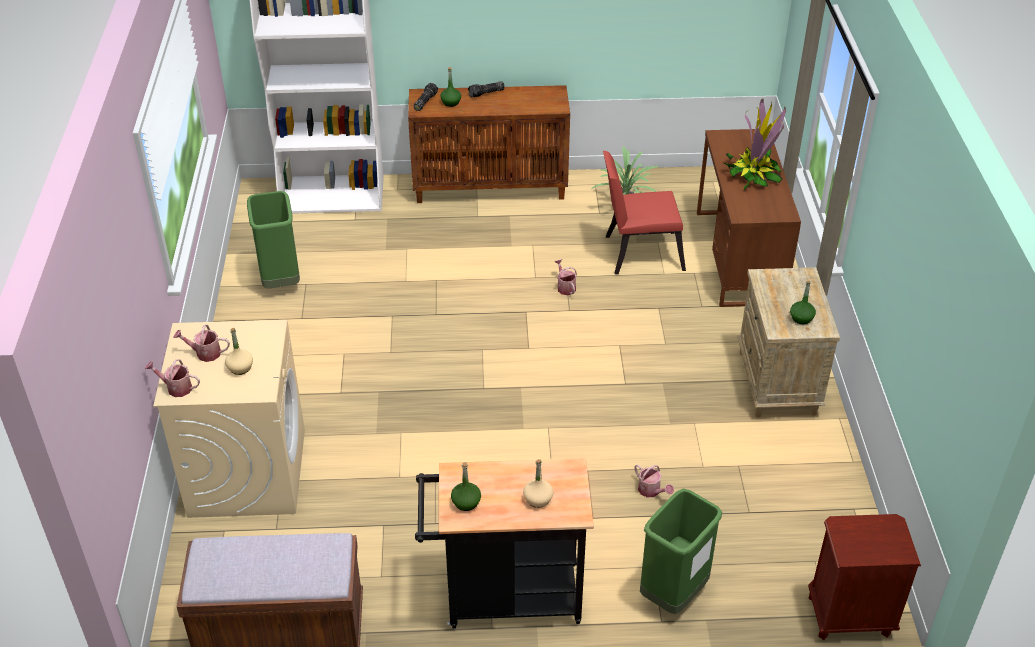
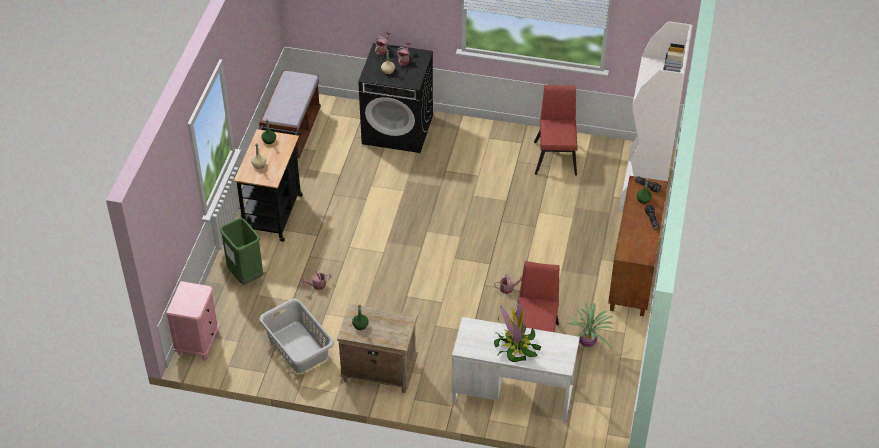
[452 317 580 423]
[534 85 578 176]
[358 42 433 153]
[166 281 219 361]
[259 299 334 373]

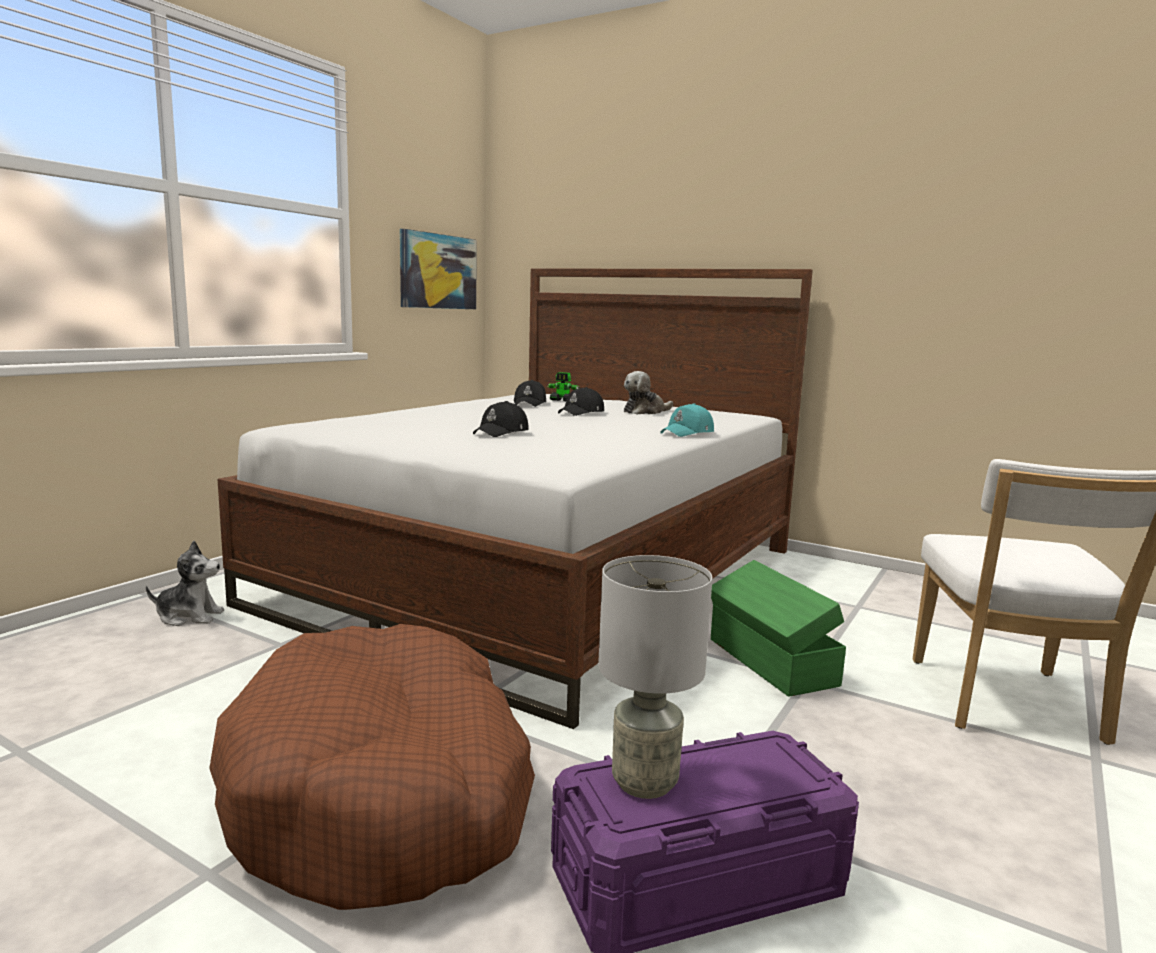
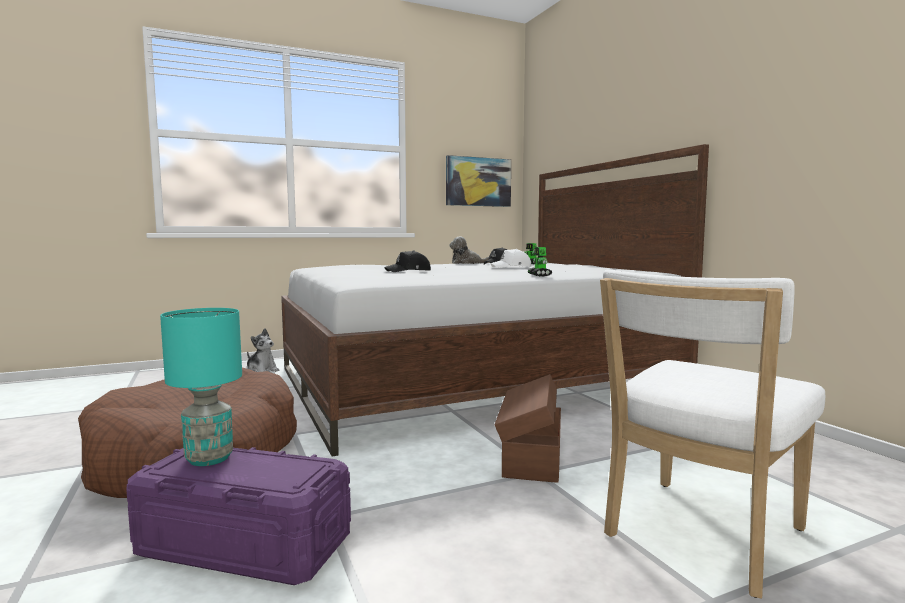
[449 236 489 264]
[491 249 531 268]
[528 247 552 277]
[160 308 242 466]
[495 374 561 483]

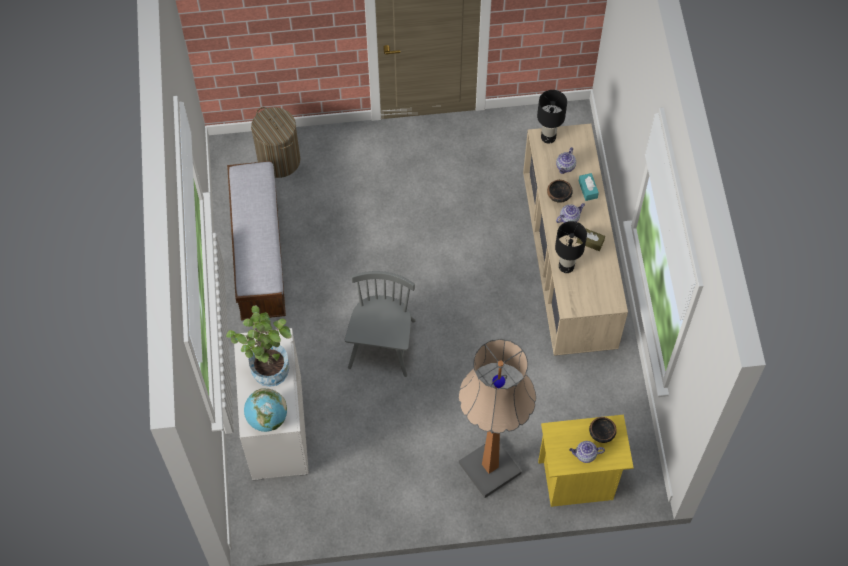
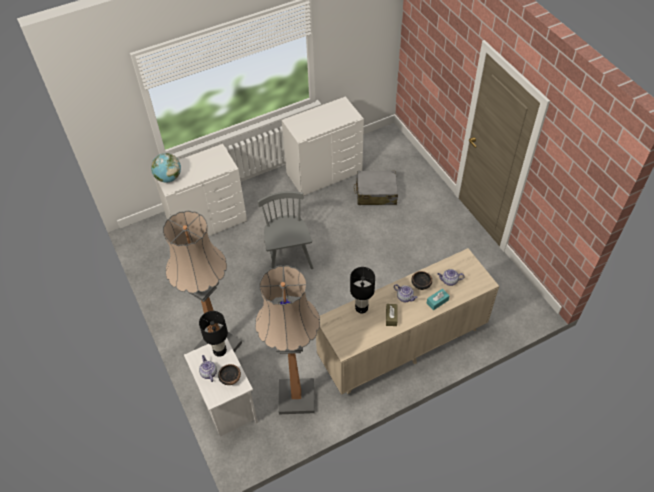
[199 311 228 357]
[251 107 300 178] (first image)
[282 96 364 196]
[258 191 313 269]
[226 306 291 387] (first image)
[184 338 258 436]
[354 171 398 205]
[255 265 320 414]

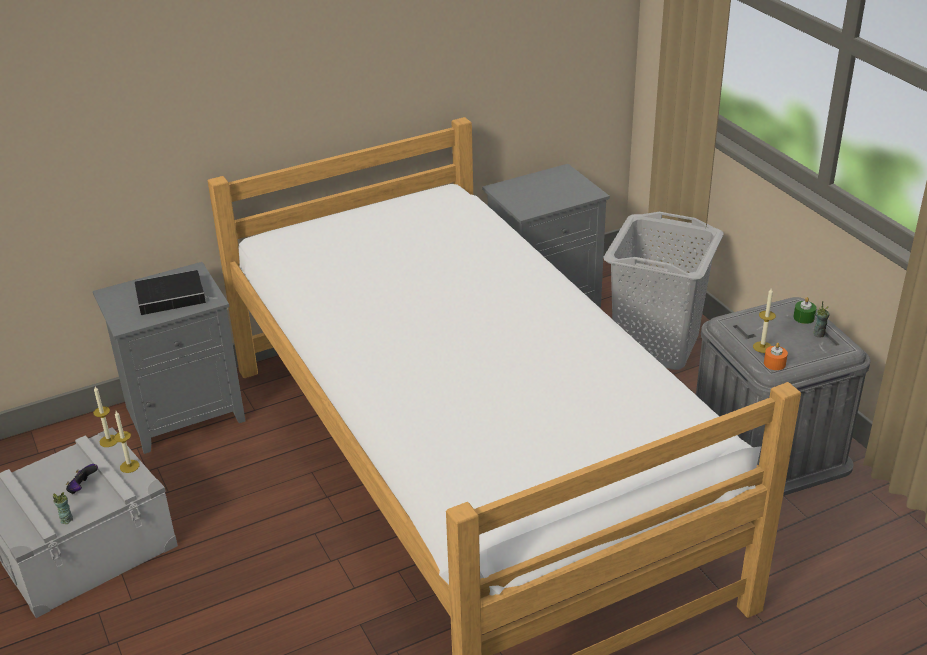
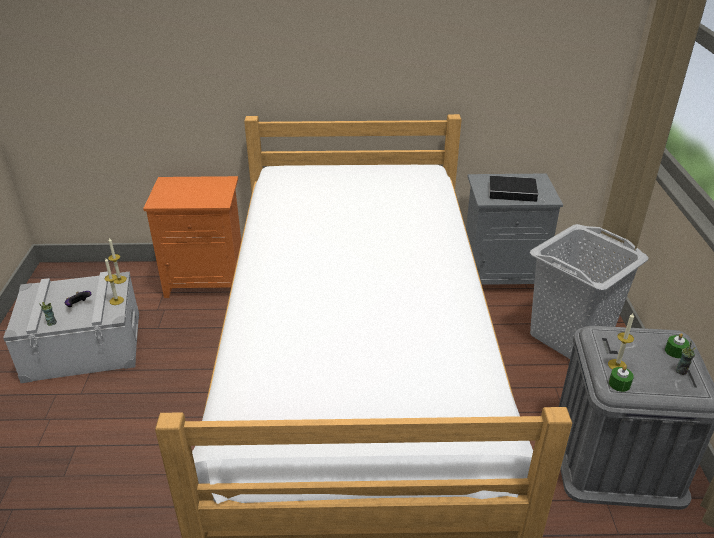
[143 176 241 298]
[489 176 544 202]
[609 366 634 392]

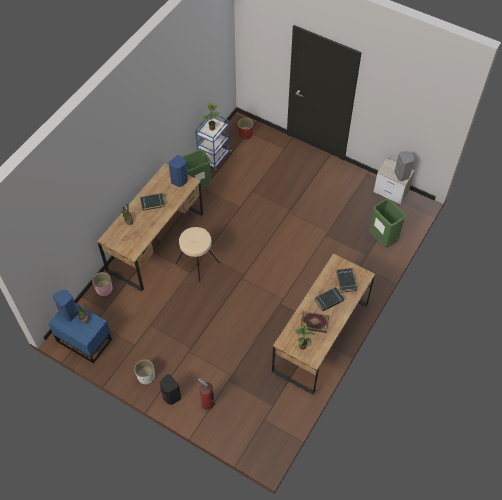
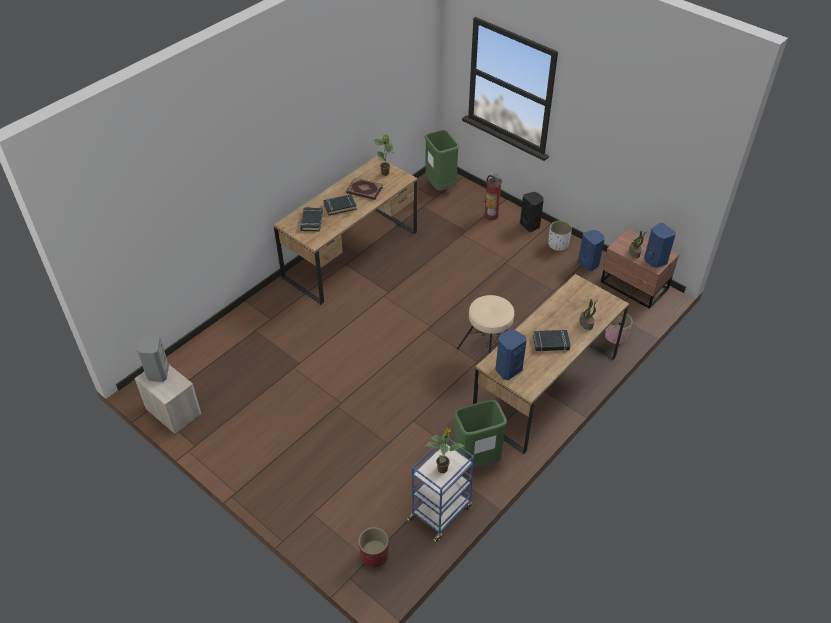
[425 130 459 191]
[601 229 679 309]
[578 230 604 271]

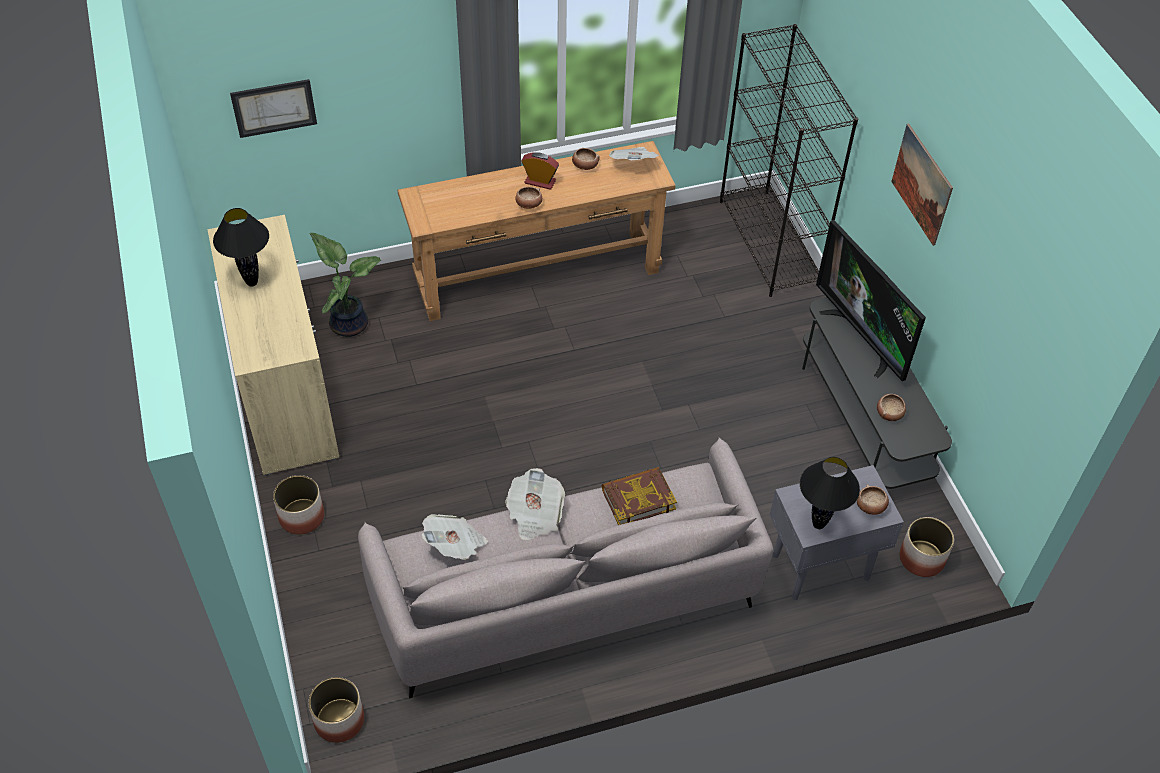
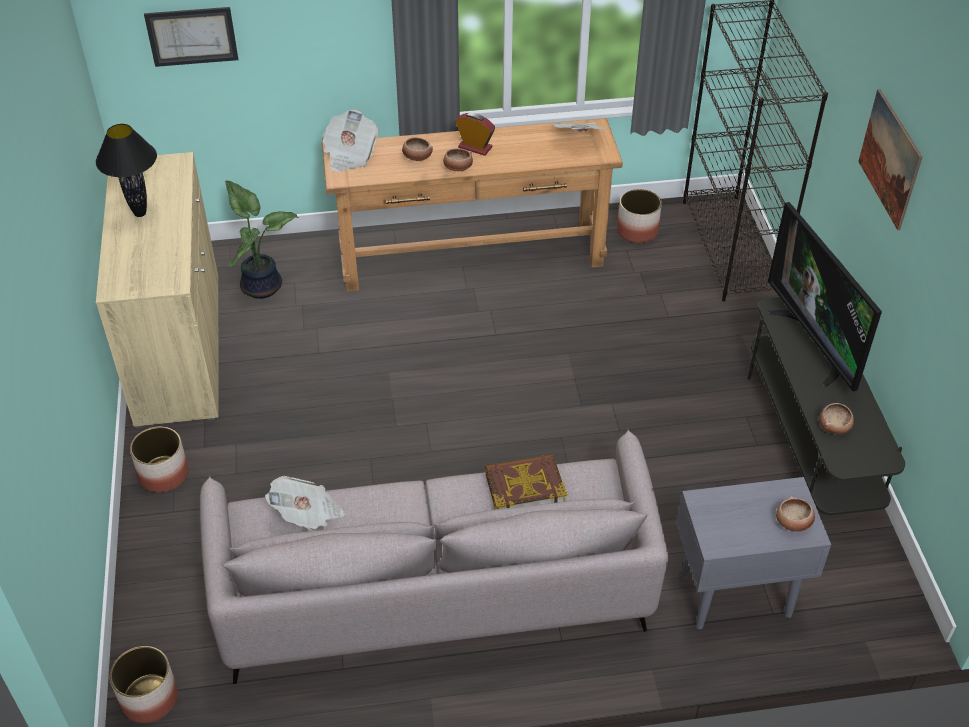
[402 137 433 161]
[800 457 860 529] (first image)
[322 110 379 172]
[617 189 662 243]

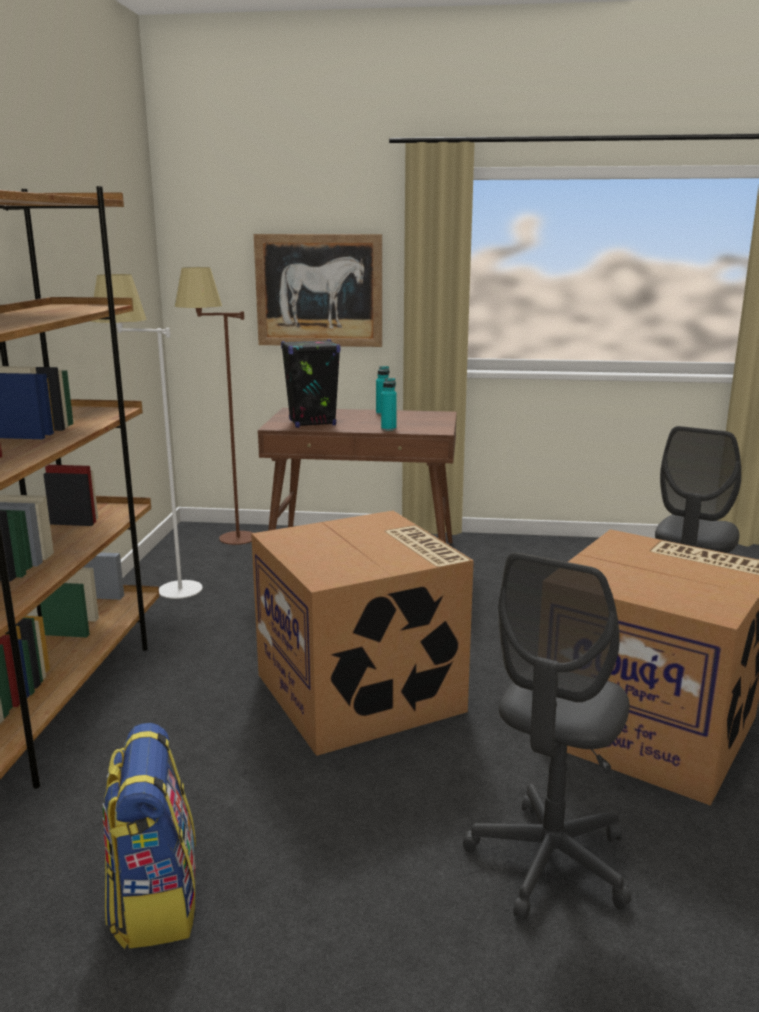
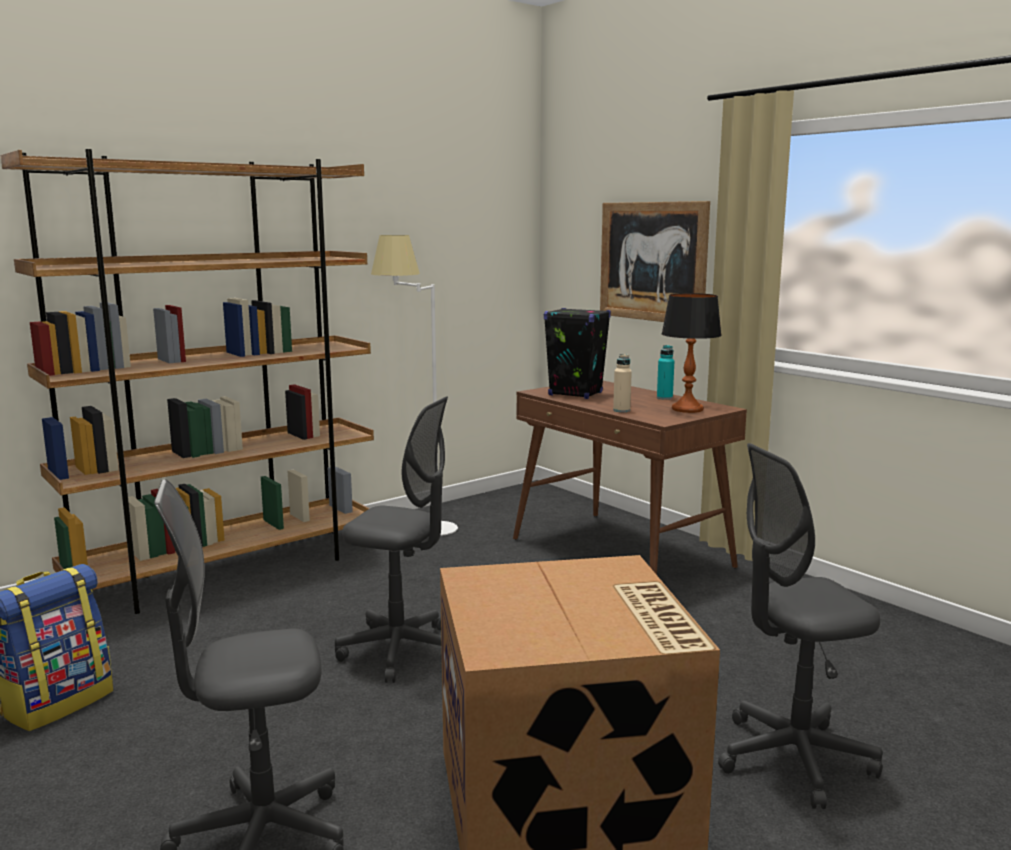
[175 267 253 545] (first image)
[613 354 632 412]
[335 396 448 683]
[661 293 722 413]

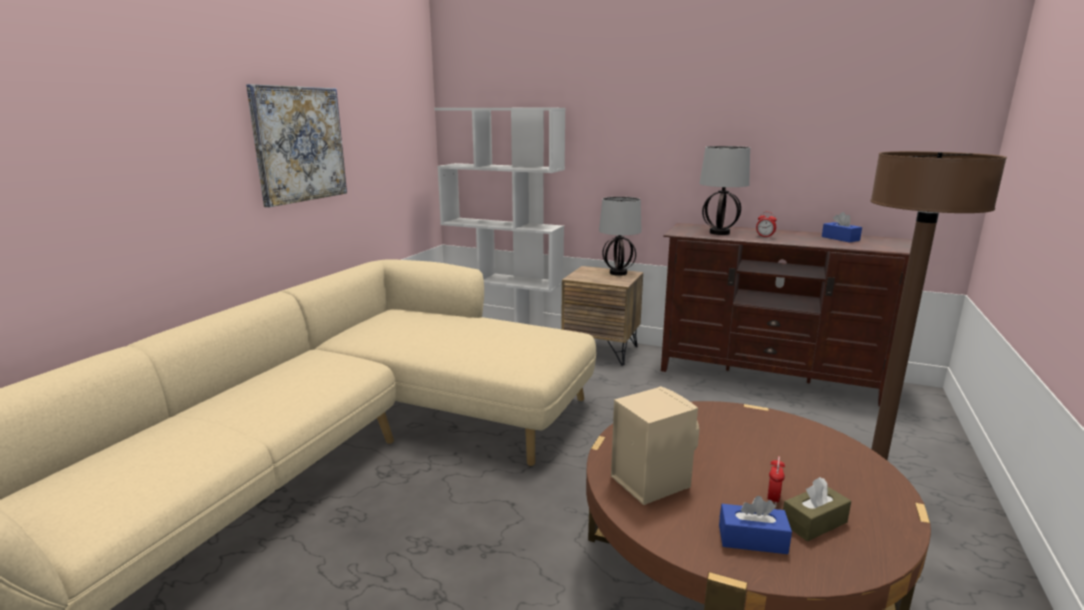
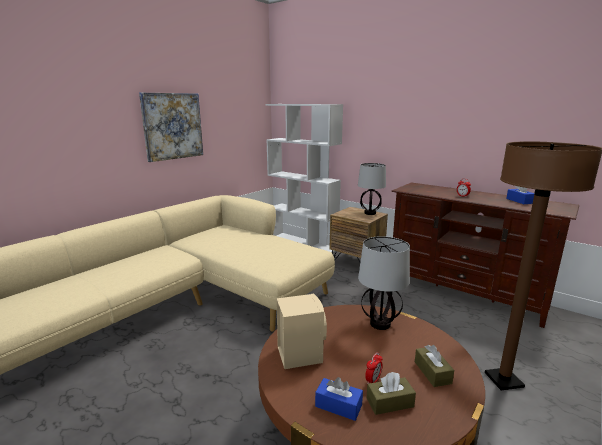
[358 236 410 330]
[415 345 454 387]

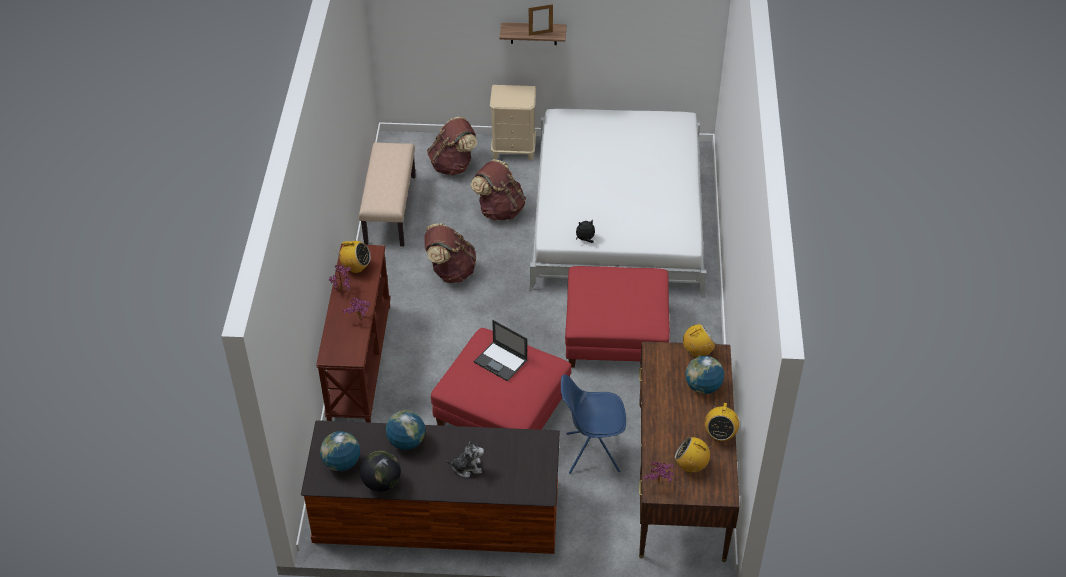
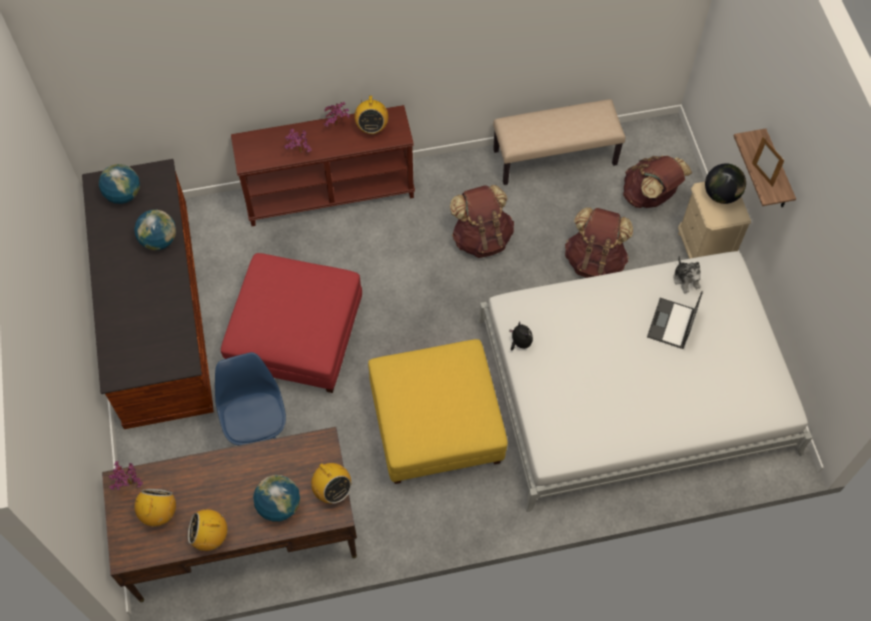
[368 339 508 484]
[647 291 703 349]
[673 255 701 294]
[705 163 746 204]

